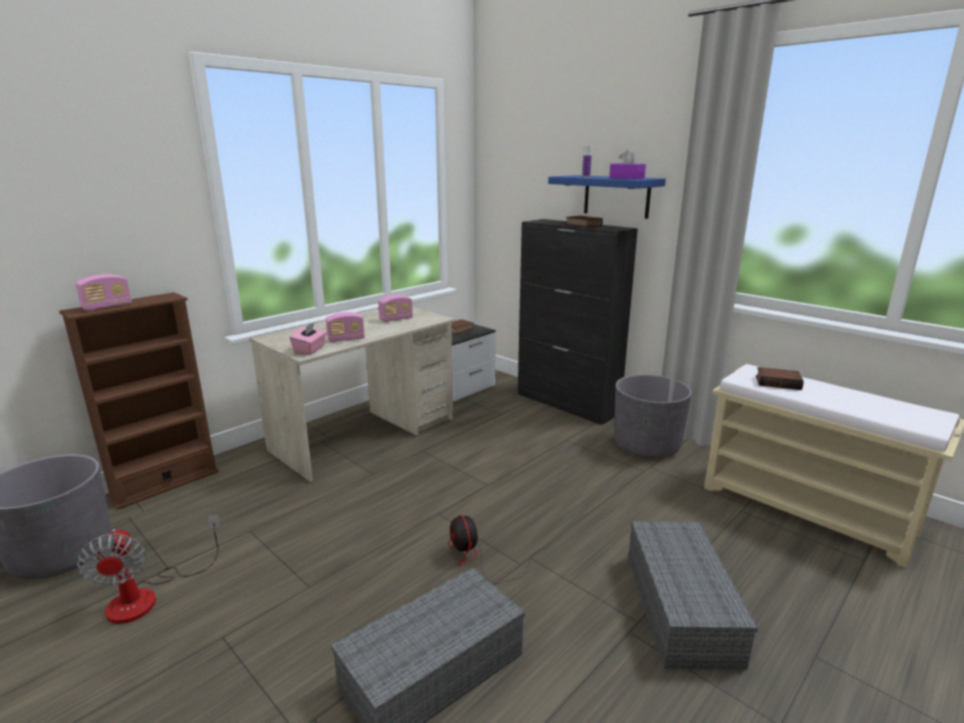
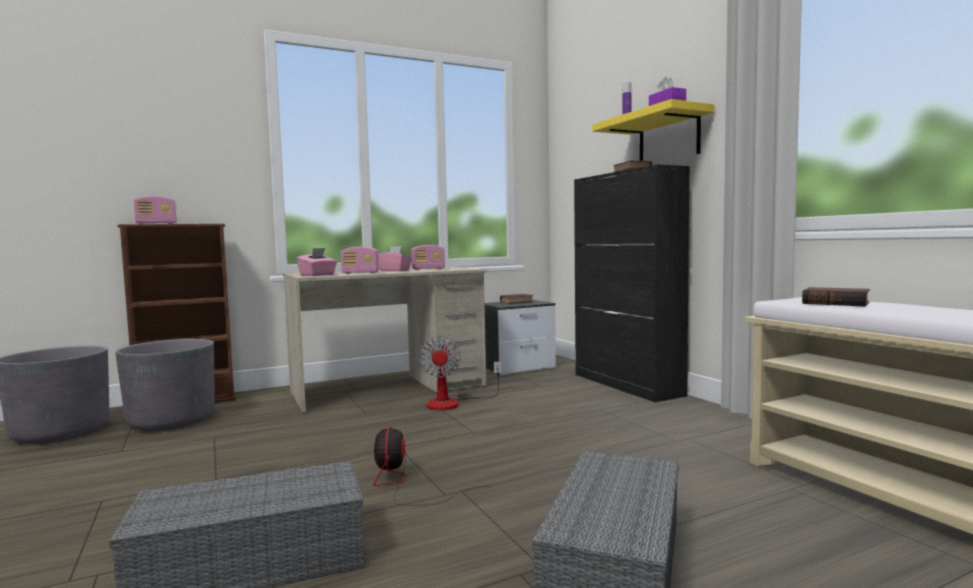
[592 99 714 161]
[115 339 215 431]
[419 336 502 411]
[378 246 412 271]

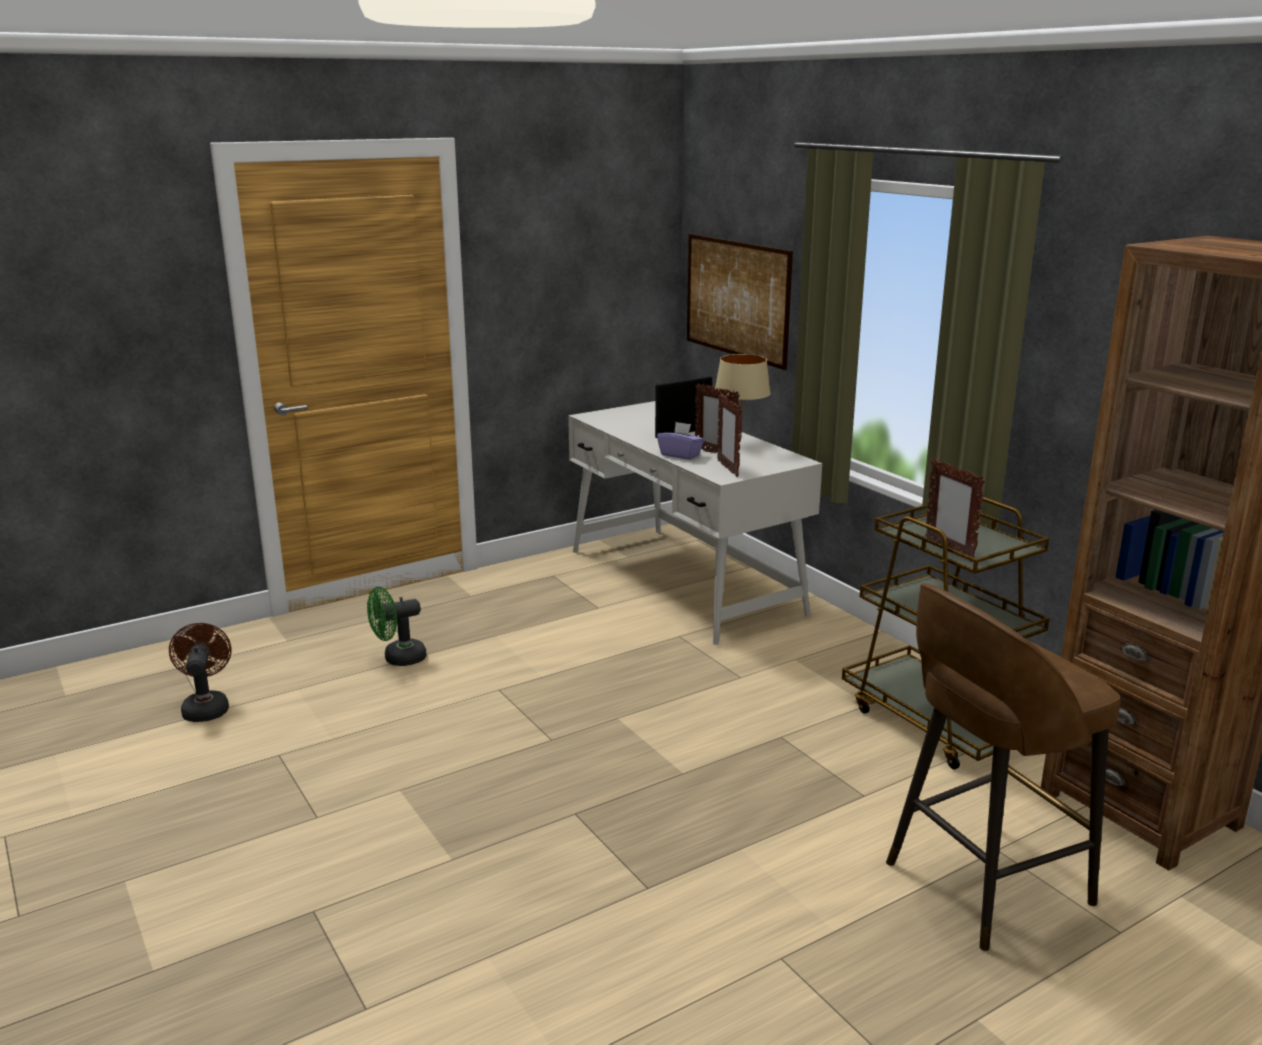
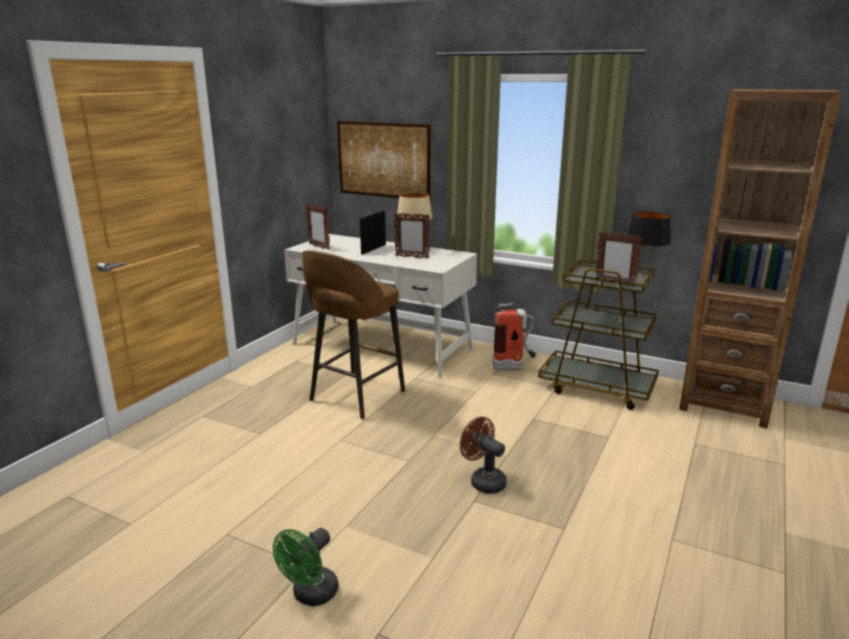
[306 204 330 250]
[657 422 704 460] (first image)
[302 250 405 420]
[273 528 339 606]
[460 417 507 494]
[627 212 671 278]
[492 303 536 370]

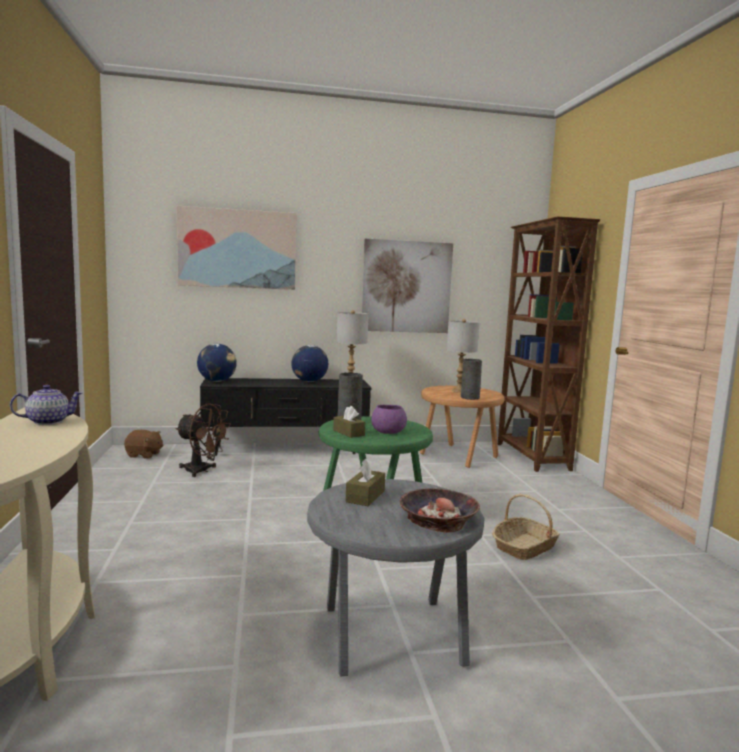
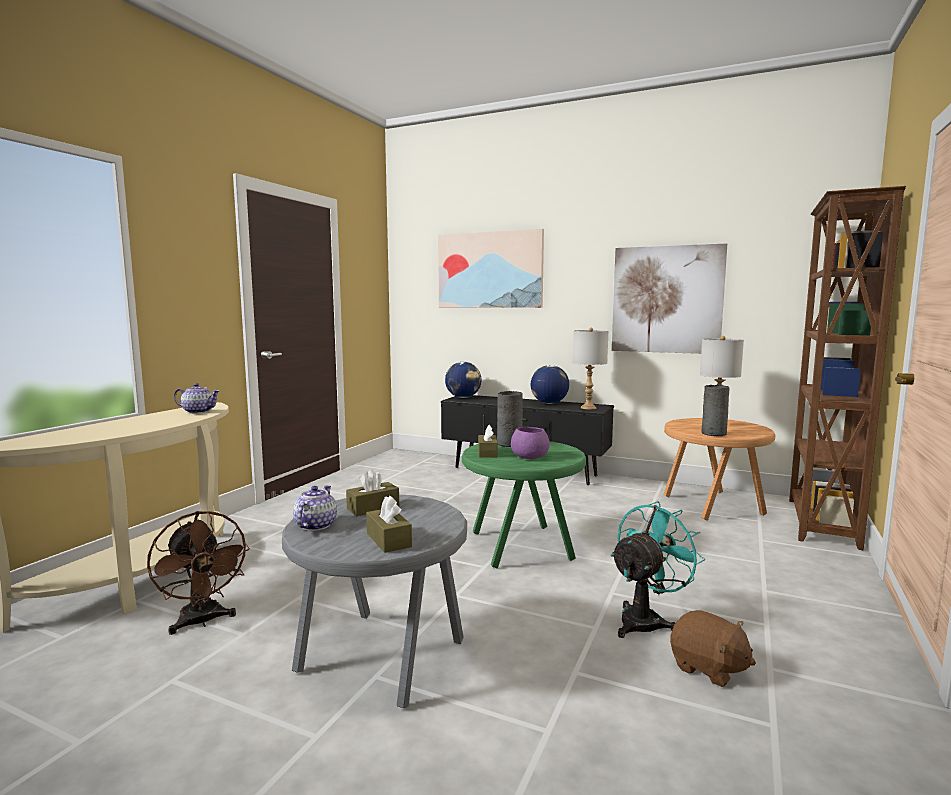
[147 511 250 635]
[670 610 756 687]
[366 496 412 553]
[610 501 705 638]
[293 485 337 531]

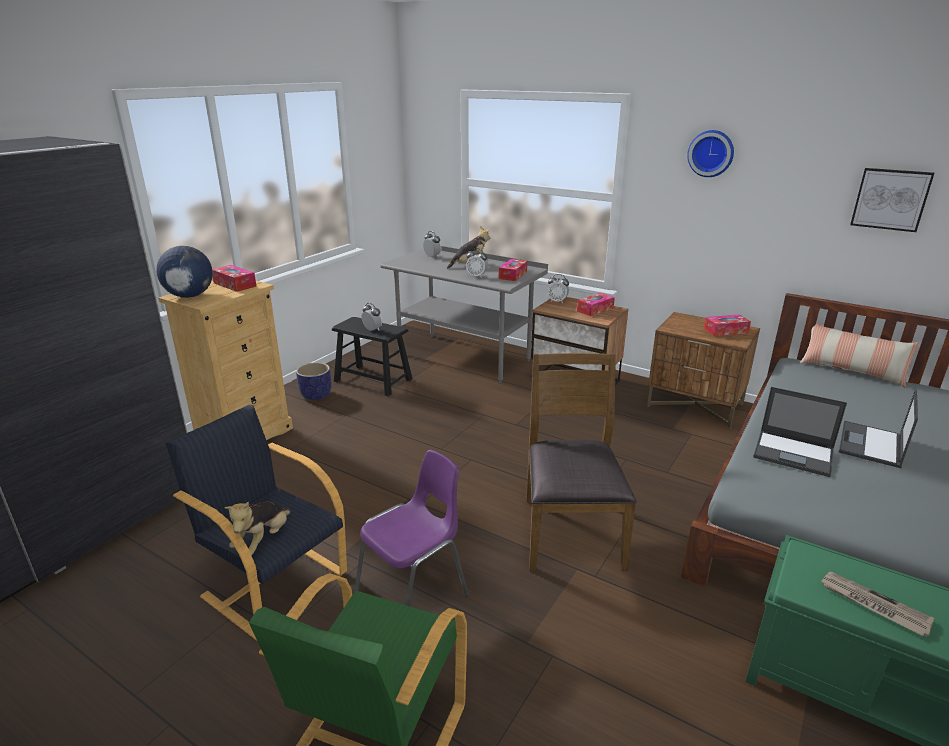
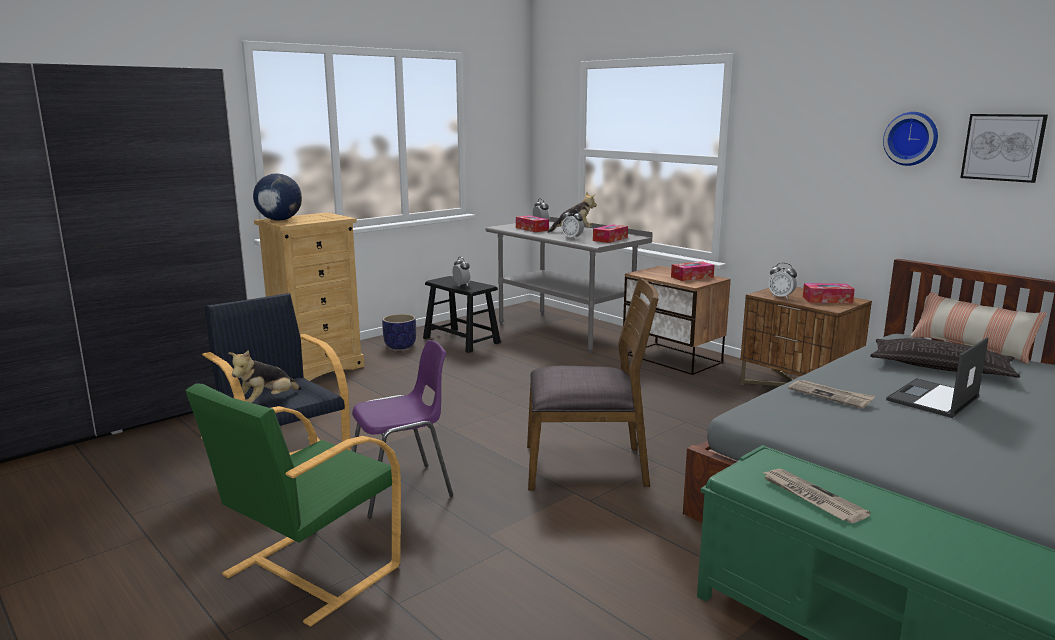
[883 112 938 166]
[516 215 549 232]
[768 263 797 299]
[527 277 658 491]
[788 380 875 409]
[870 338 1020 378]

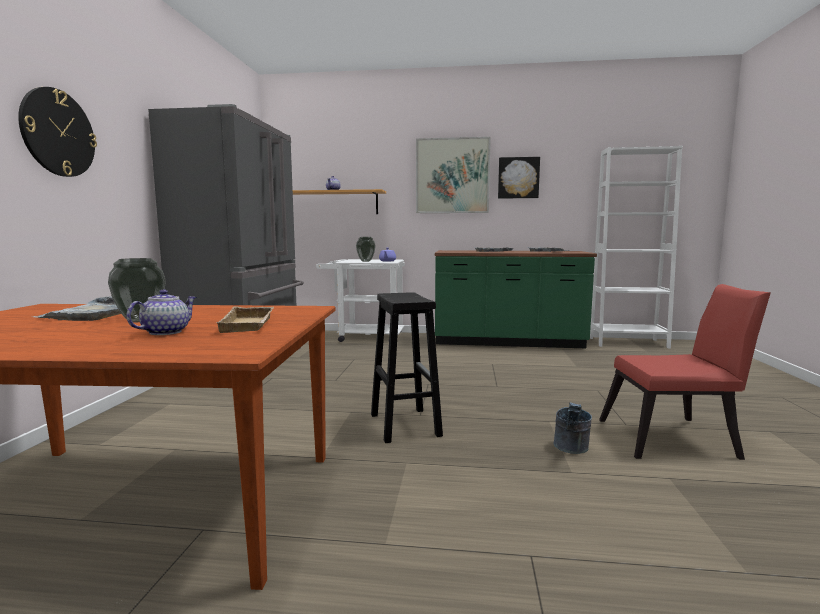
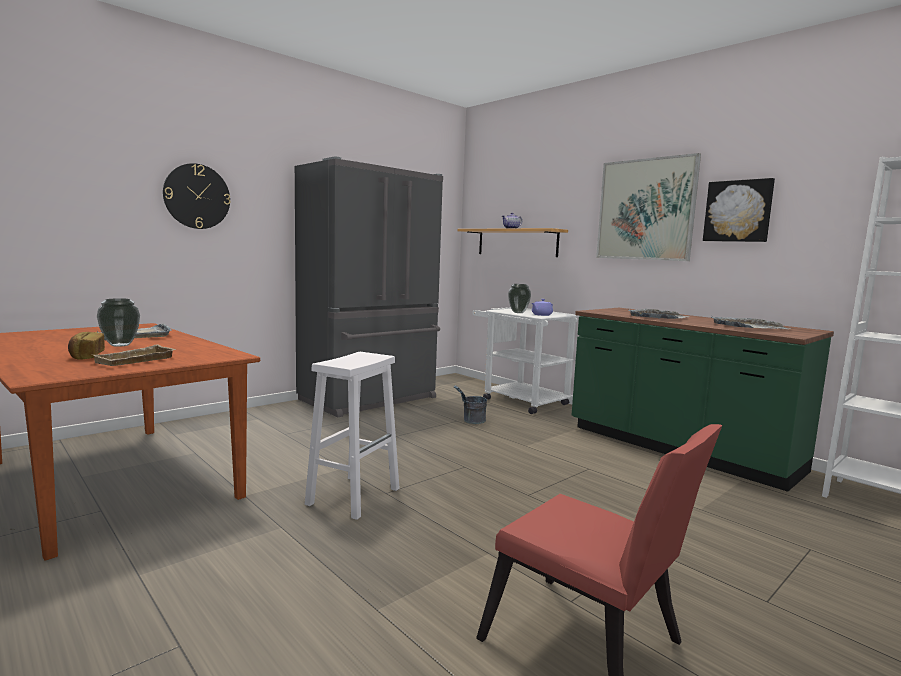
[68 332 105 360]
[305 352 399 520]
[454 385 487 424]

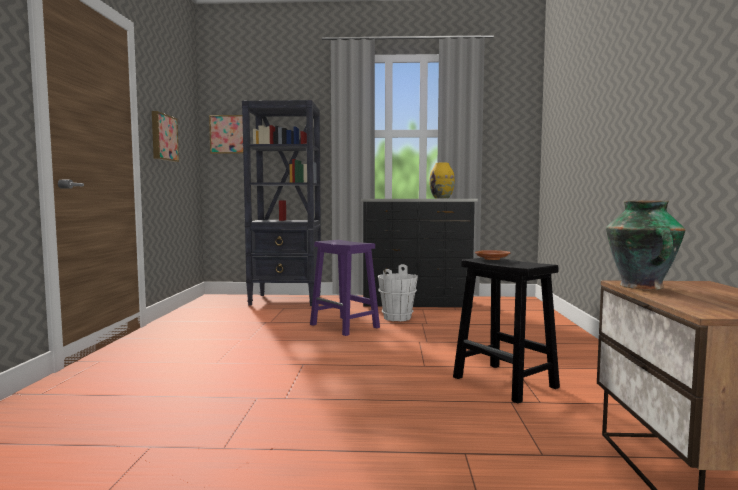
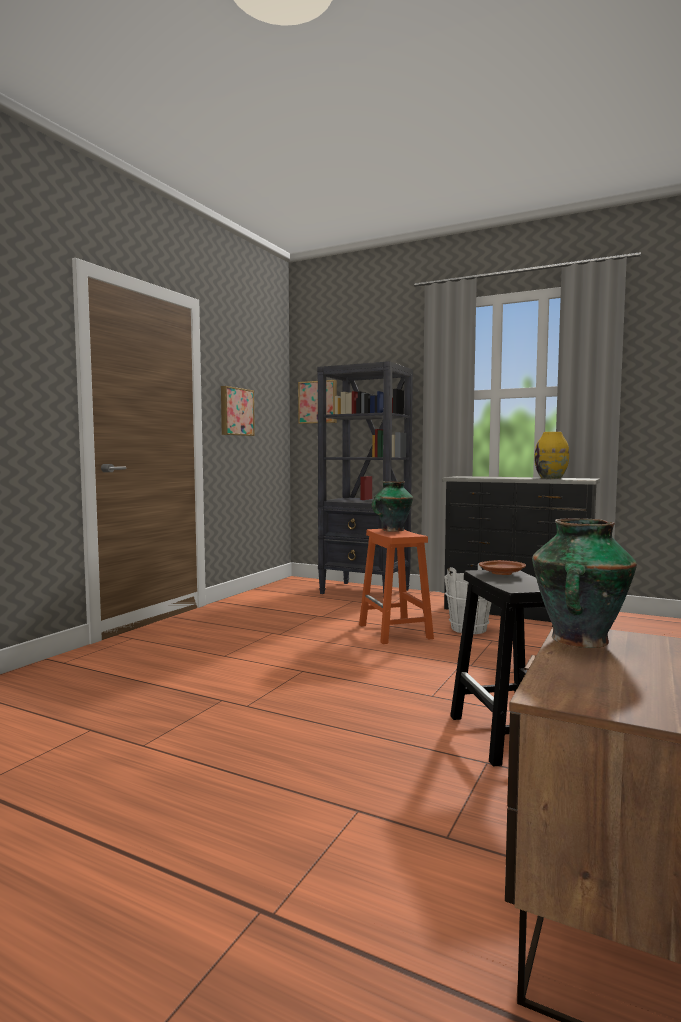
[359 529 434 644]
[372 481 413 532]

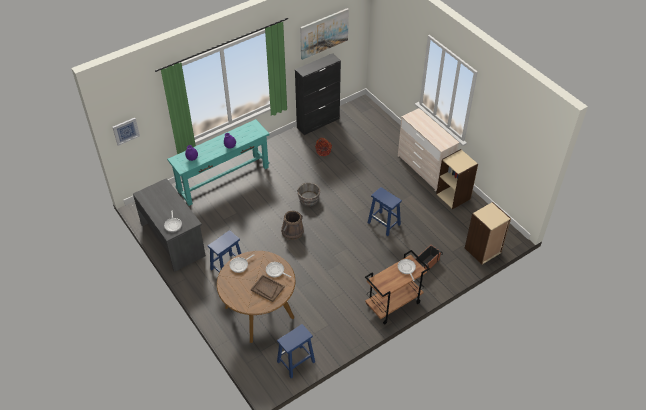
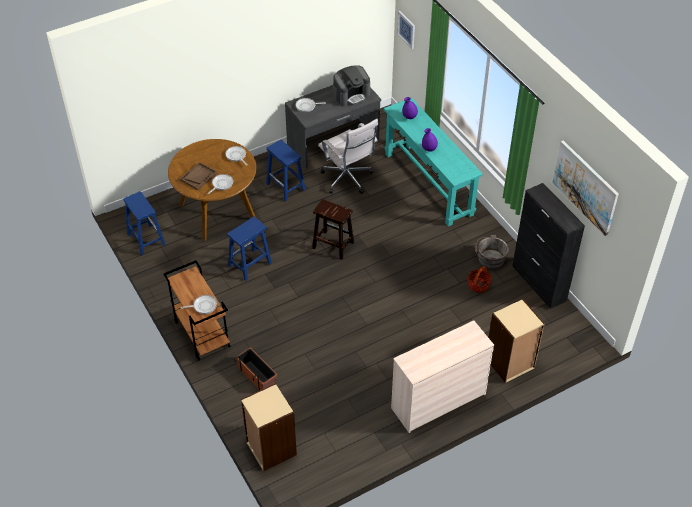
[488 299 545 383]
[475 235 509 269]
[227 217 272 281]
[312 199 354 260]
[333 65 370 106]
[318 119 378 194]

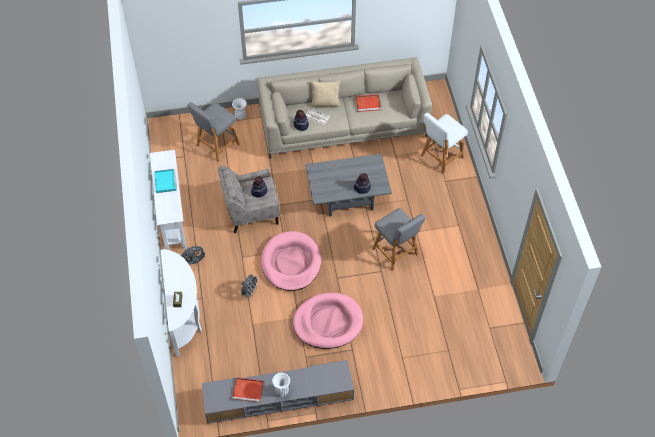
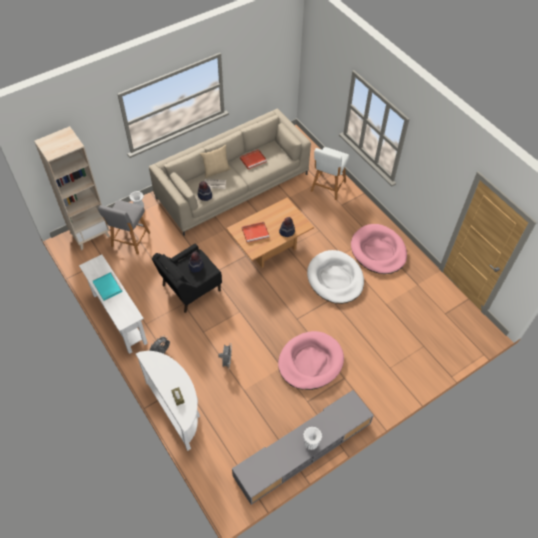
[226 198 314 268]
[152 244 222 313]
[307 250 364 304]
[351 224 407 274]
[242 222 270 243]
[34 126 110 250]

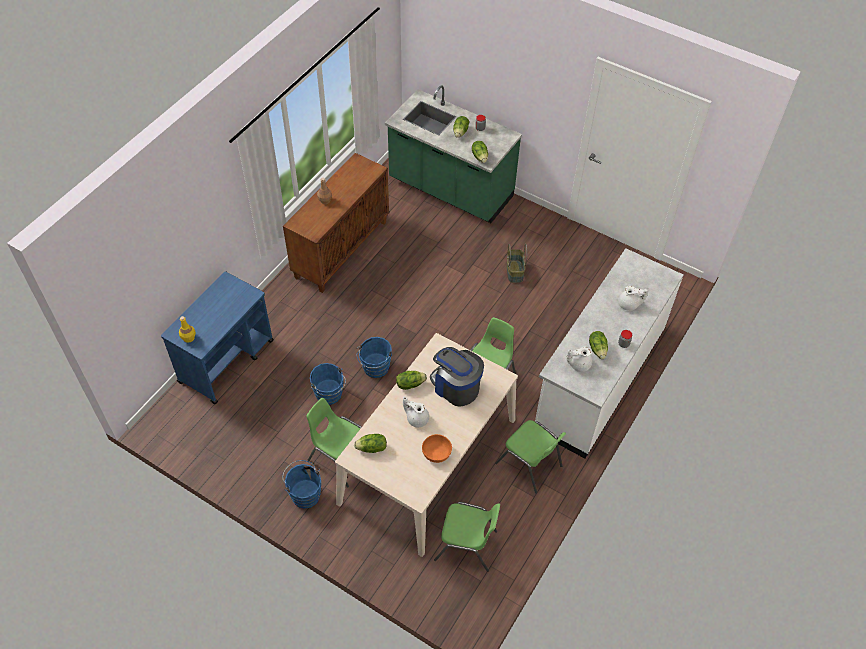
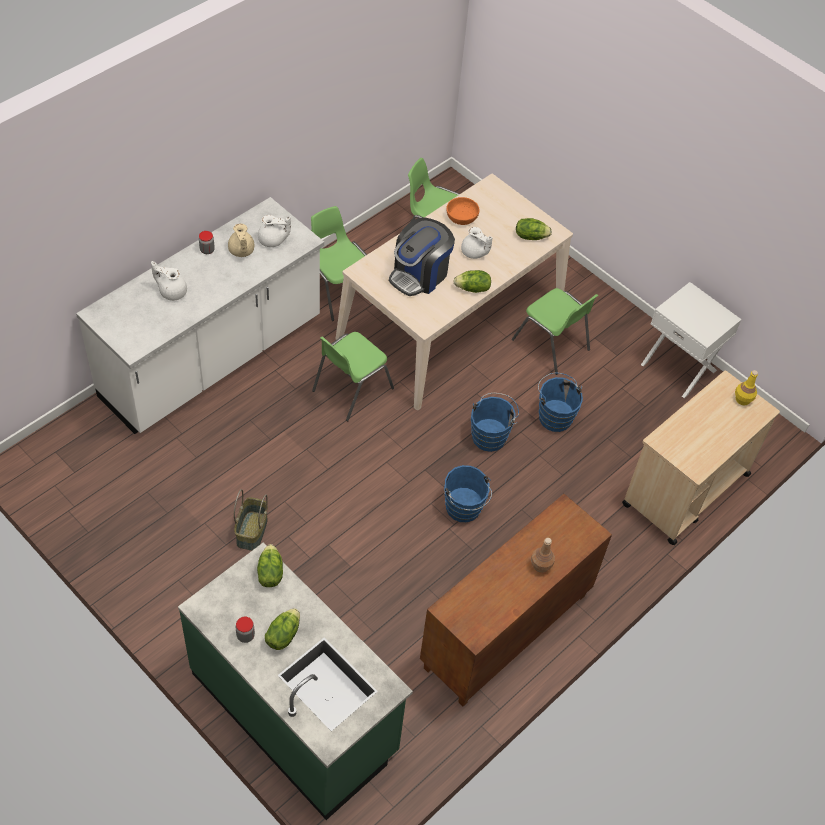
[622 371 780 545]
[228 224 254 257]
[389 217 455 296]
[444 465 492 522]
[641 282 742 398]

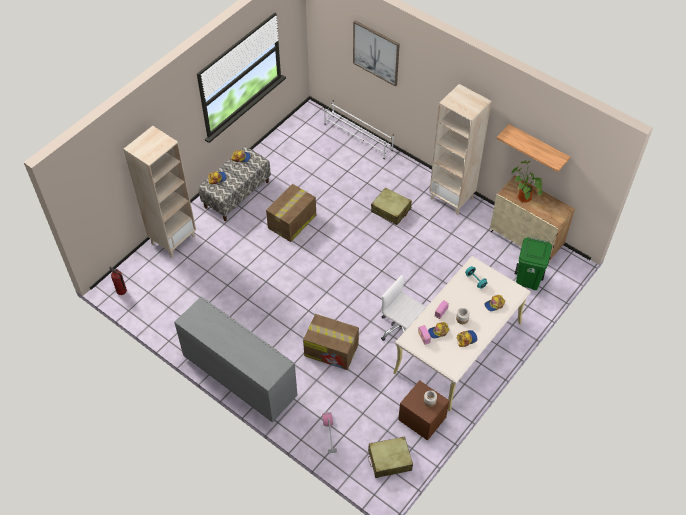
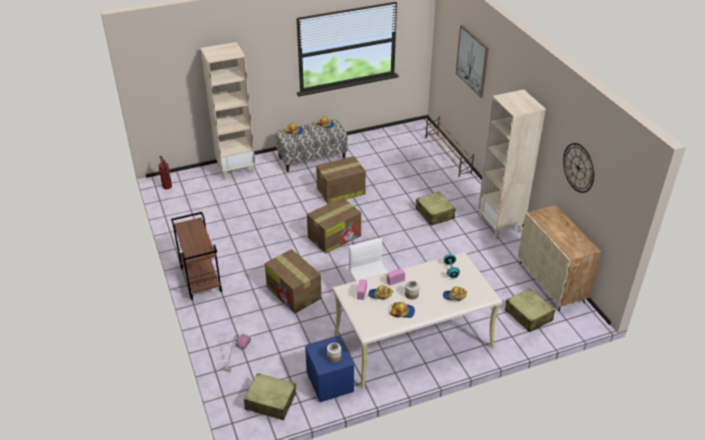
[426 116 474 177]
[563 143 594 193]
[511 160 542 203] (first image)
[505 288 555 332]
[171 212 222 300]
[305 336 354 402]
[307 197 361 254]

